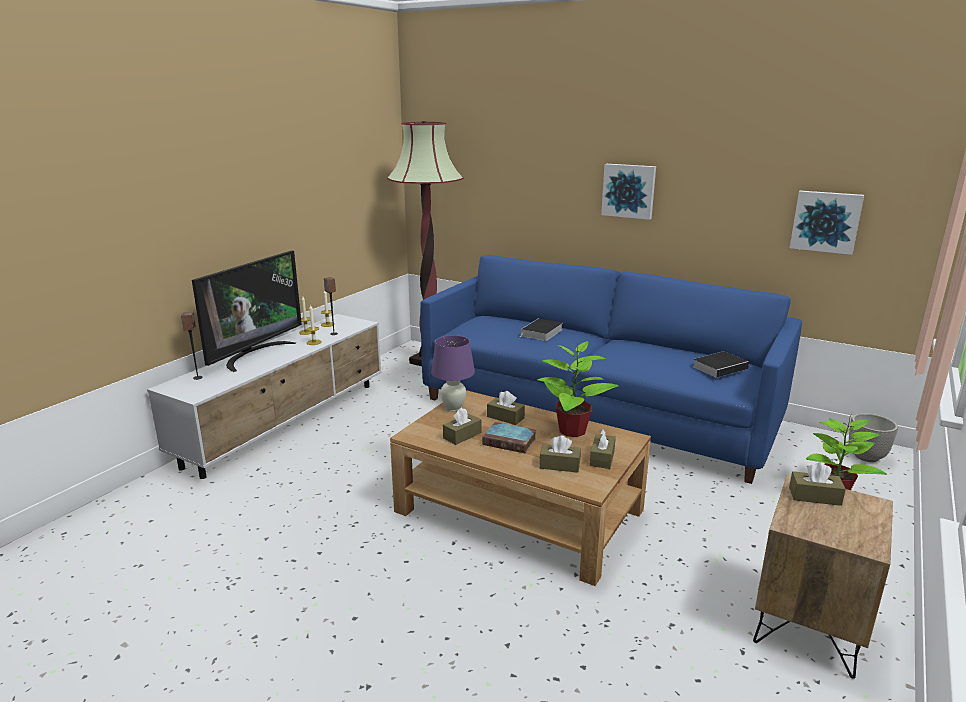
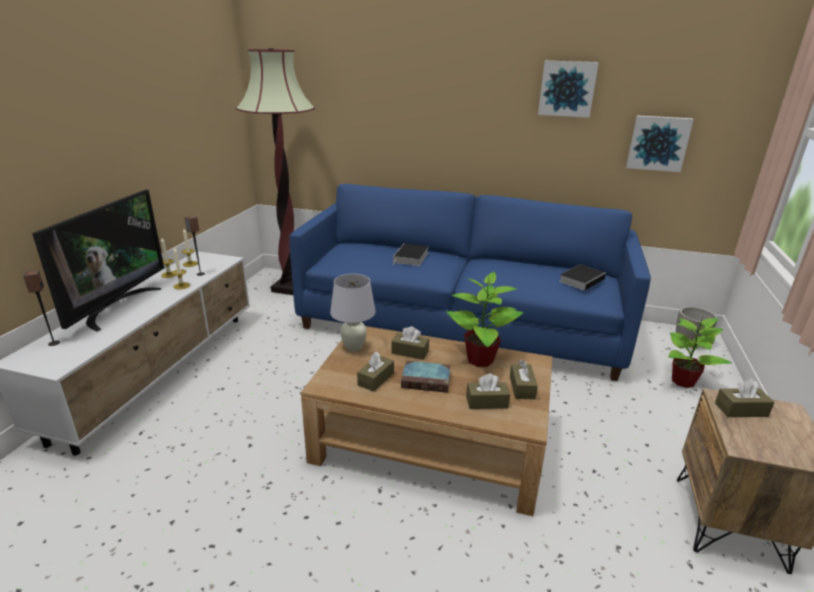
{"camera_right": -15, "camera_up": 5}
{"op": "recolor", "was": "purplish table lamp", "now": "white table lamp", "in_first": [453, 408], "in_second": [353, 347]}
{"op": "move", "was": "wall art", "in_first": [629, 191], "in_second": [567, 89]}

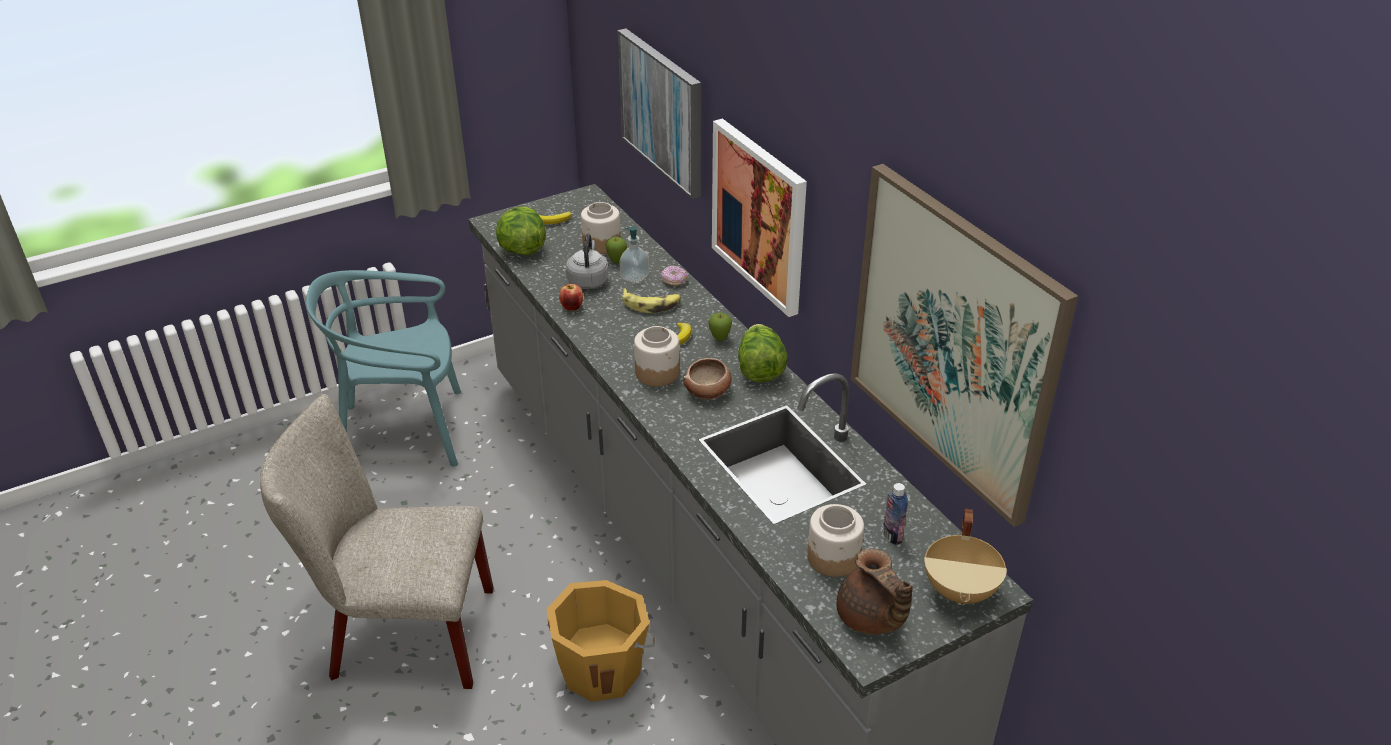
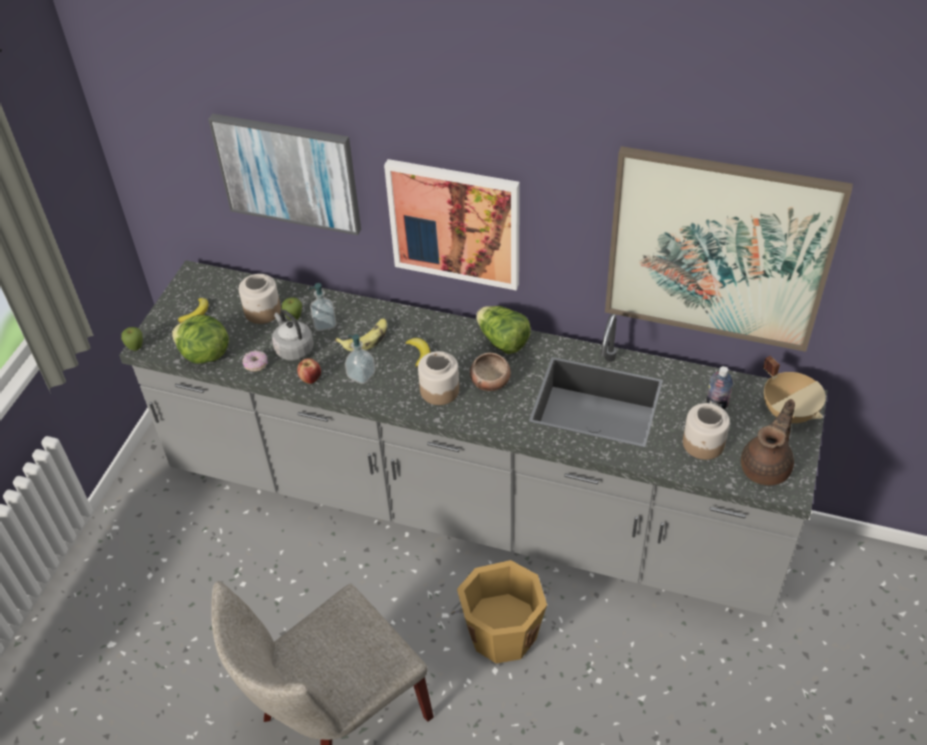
{"camera_right": -40, "camera_up": 10}
{"op": "move", "was": "apple fruit", "in_first": [720, 339], "in_second": [136, 348]}
{"op": "move", "was": "doughnut", "in_first": [674, 281], "in_second": [256, 365]}
{"op": "insert", "now": "soap bottle", "in_second": [361, 375]}
{"op": "rotate", "was": "brown-coloured tea pot", "in_first": [870, 618], "in_second": [767, 467], "clockwise": -75}
{"op": "delete", "was": "blue-green plain chair", "in_first": [404, 431]}

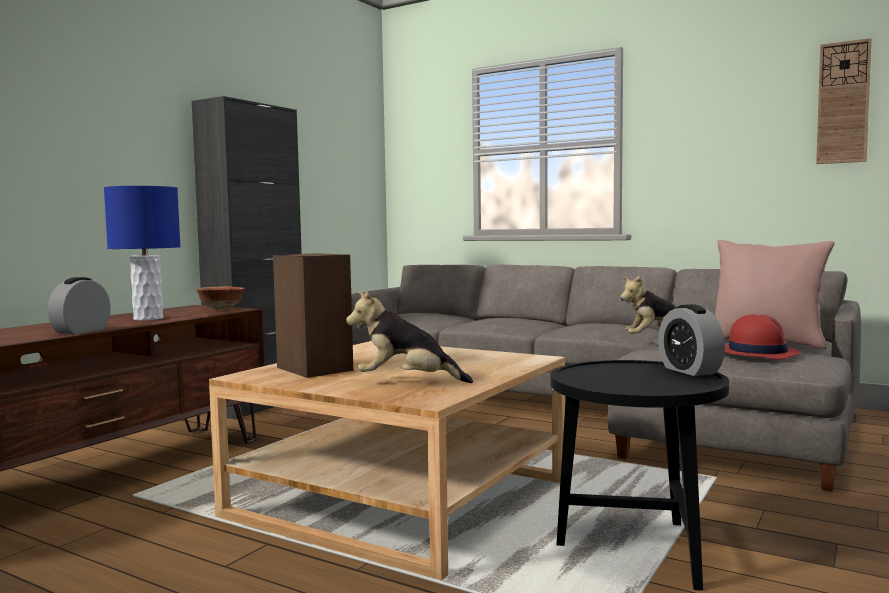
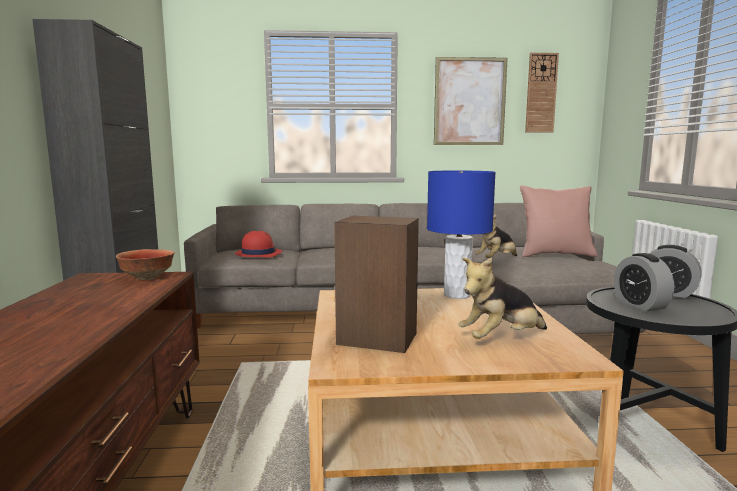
{"camera_right": -35, "camera_up": 5}
{"op": "move", "was": "reddish hat", "in_first": [757, 352], "in_second": [258, 253]}
{"op": "move", "was": "blue-coloured table lamp", "in_first": [148, 318], "in_second": [456, 295]}
{"op": "insert", "now": "wall art", "in_second": [470, 101]}
{"op": "move", "was": "alarm clock", "in_first": [81, 331], "in_second": [640, 304]}

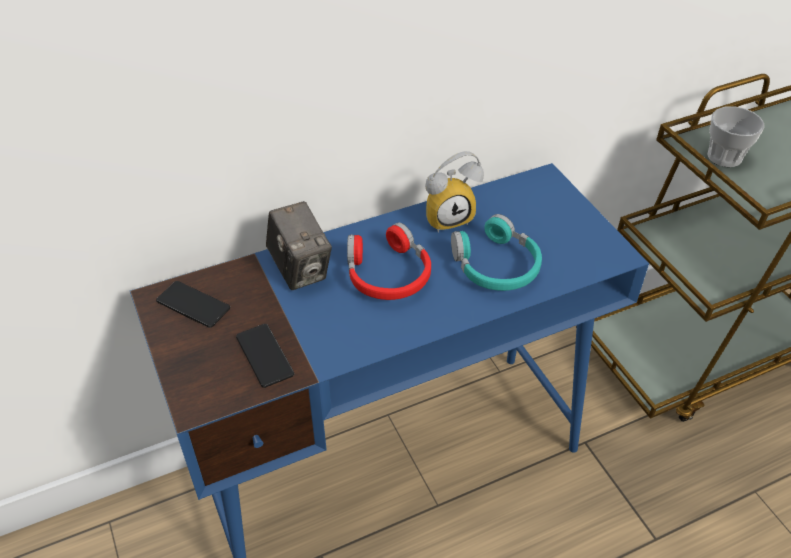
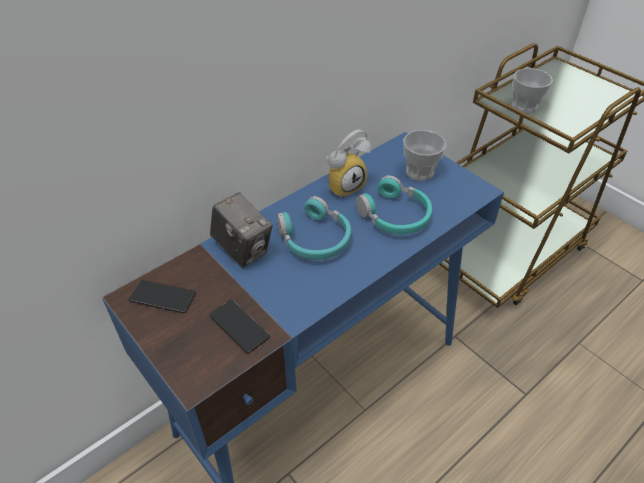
{"camera_right": -15, "camera_up": 0}
{"op": "recolor", "was": "reddish pair of headphones", "now": "blue-green pair of headphones", "in_first": [387, 274], "in_second": [314, 238]}
{"op": "insert", "now": "small cup", "in_second": [419, 172]}

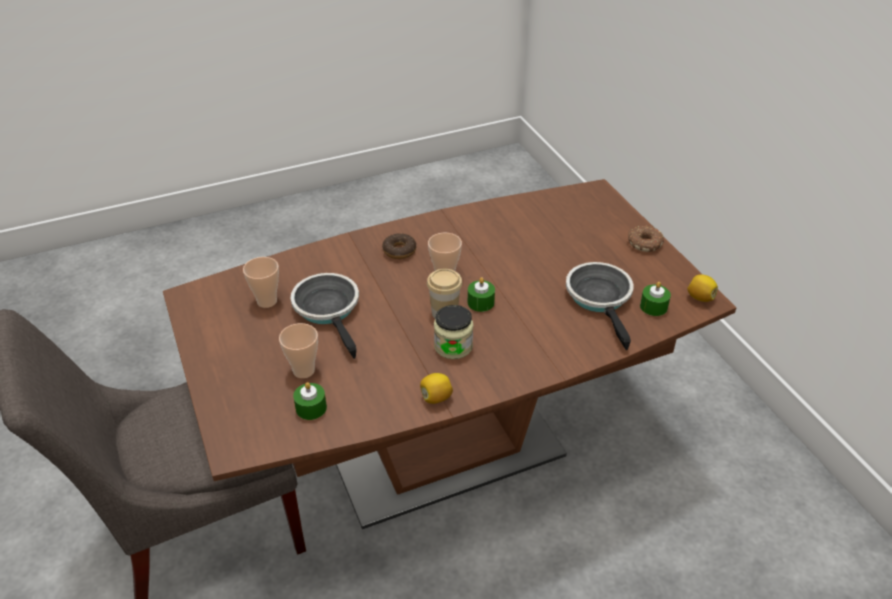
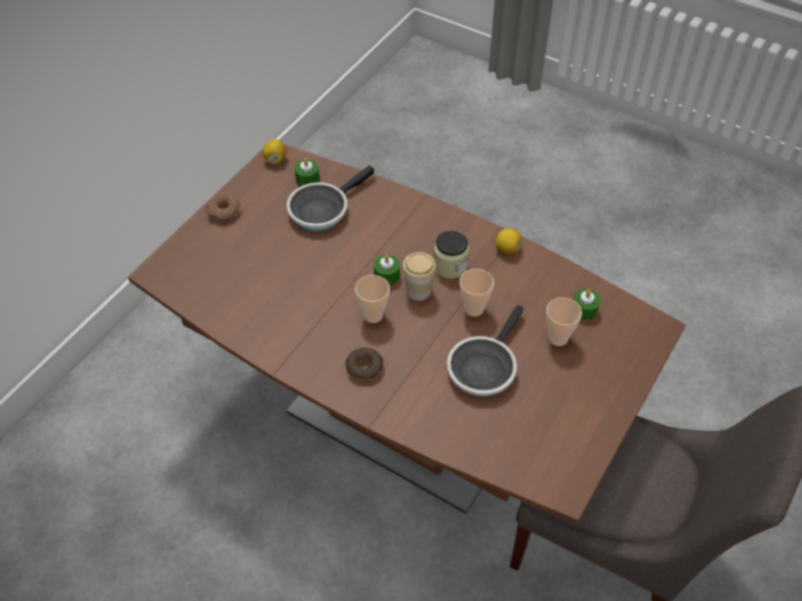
{"camera_right": -125, "camera_up": 10}
{"op": "move", "was": "small cup", "in_first": [267, 301], "in_second": [474, 309]}

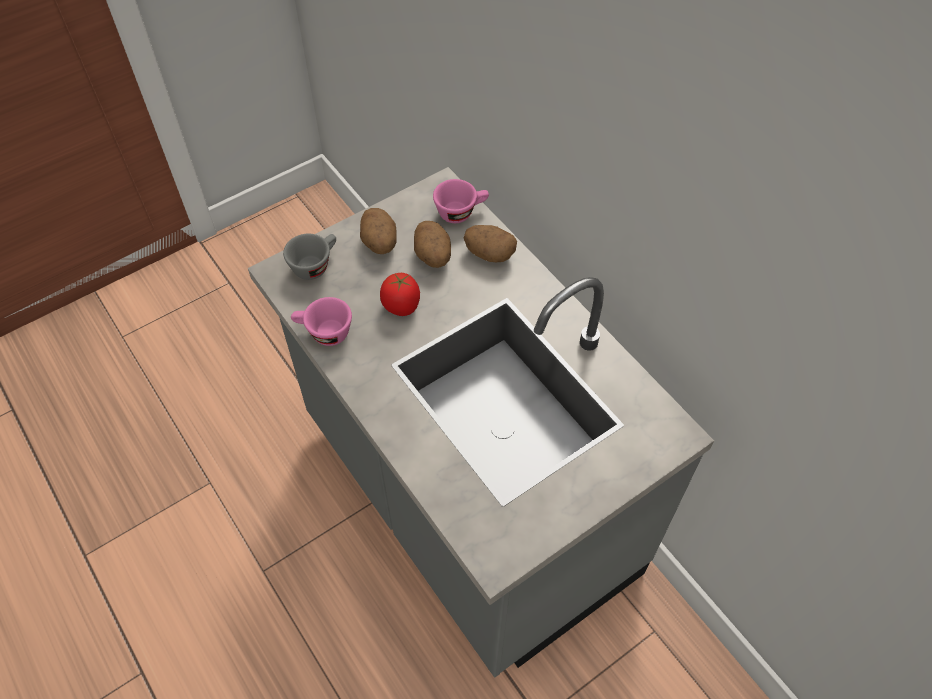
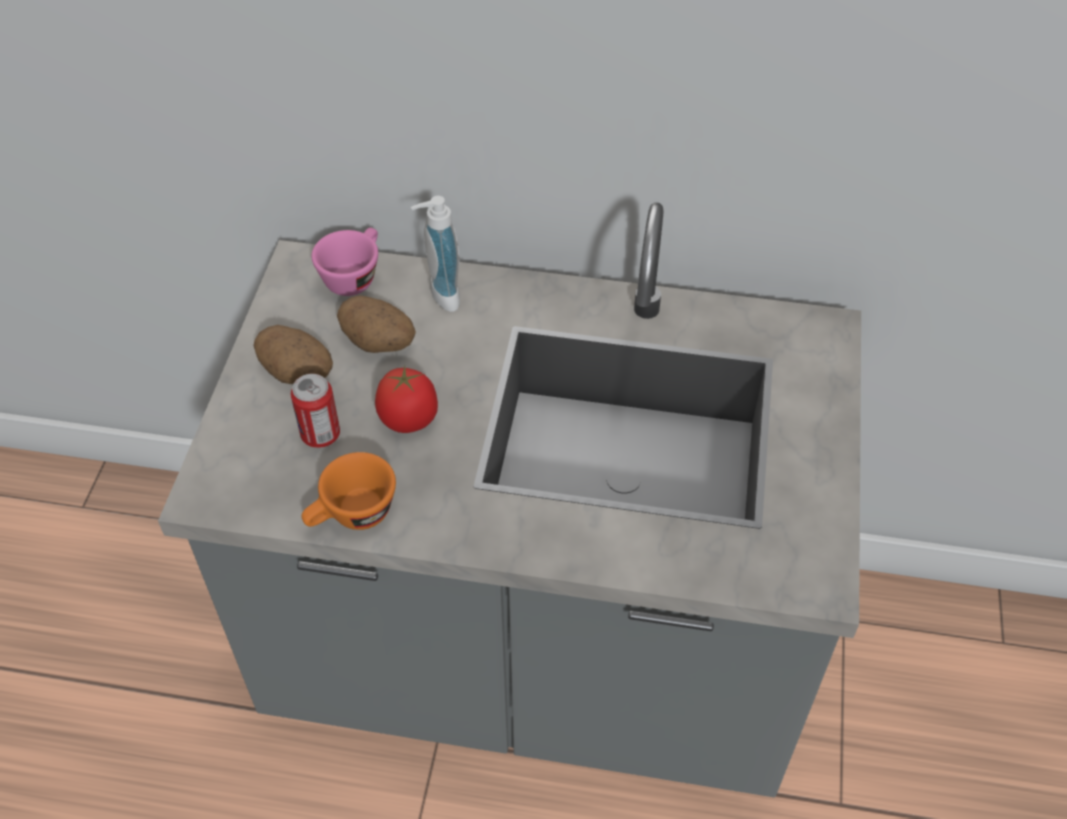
{"camera_right": -45, "camera_up": -5}
{"op": "insert", "now": "metal can", "in_second": [320, 434]}
{"op": "recolor", "was": "pinkish small cup", "now": "orange small cup", "in_first": [324, 333], "in_second": [352, 516]}
{"op": "replace", "was": "spud", "now": "soap bottle", "in_first": [489, 253], "in_second": [439, 296]}
{"op": "delete", "was": "gray small cup", "in_first": [315, 264]}

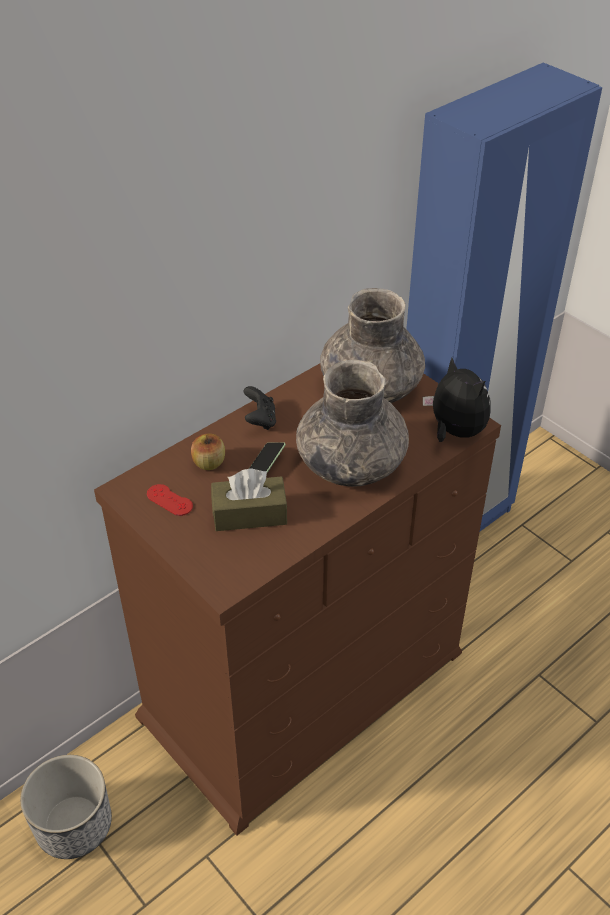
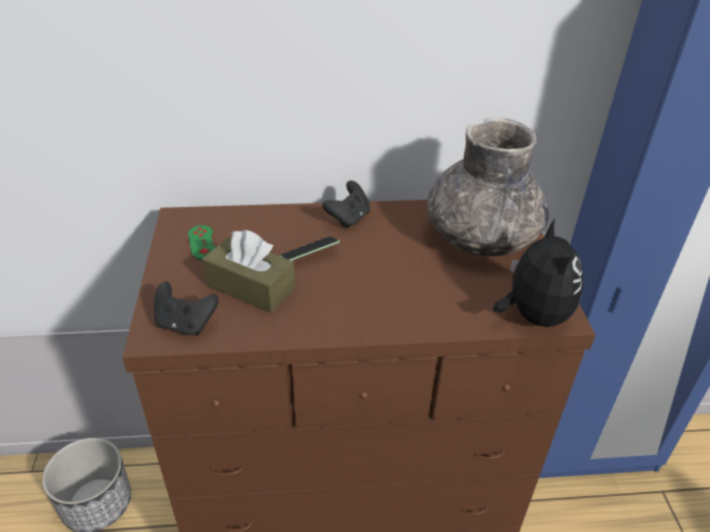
{"camera_right": 35, "camera_up": -5}
{"op": "insert", "now": "black game controller", "in_second": [185, 324]}
{"op": "recolor", "was": "reddish game controller", "now": "green-coloured game controller", "in_first": [169, 500], "in_second": [202, 242]}
{"op": "delete", "was": "apple fruit", "in_first": [209, 463]}
{"op": "delete", "was": "gray decorative vase", "in_first": [350, 463]}

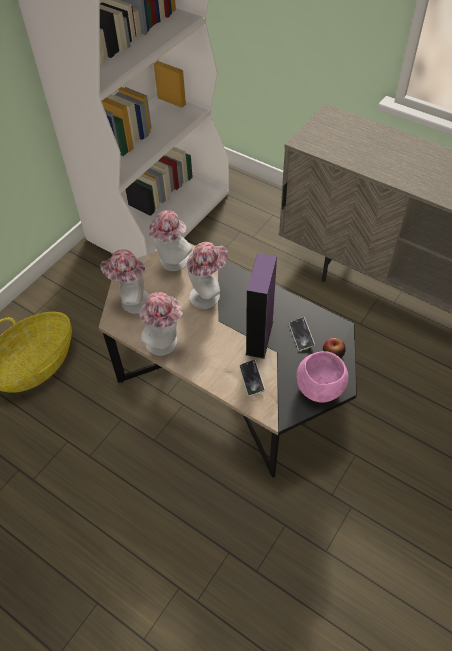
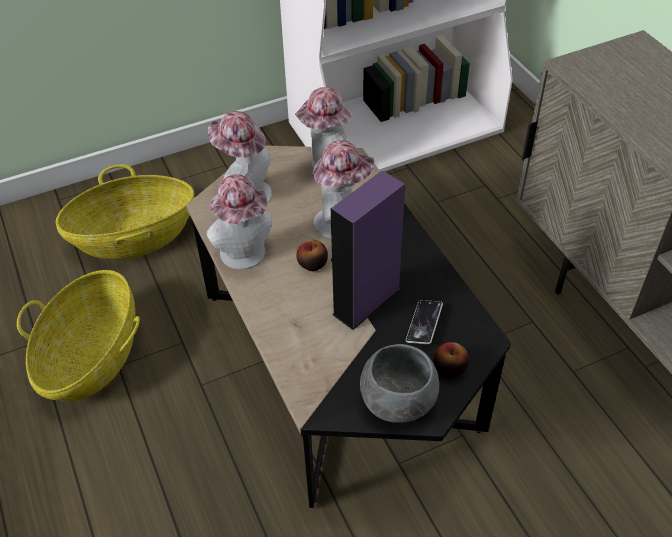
{"camera_right": 30, "camera_up": -5}
{"op": "insert", "now": "storage basket", "in_second": [92, 357]}
{"op": "insert", "now": "apple fruit", "in_second": [312, 264]}
{"op": "recolor", "was": "pinkish bowl", "now": "gray bowl", "in_first": [319, 388], "in_second": [397, 402]}
{"op": "delete", "was": "handset", "in_first": [251, 379]}

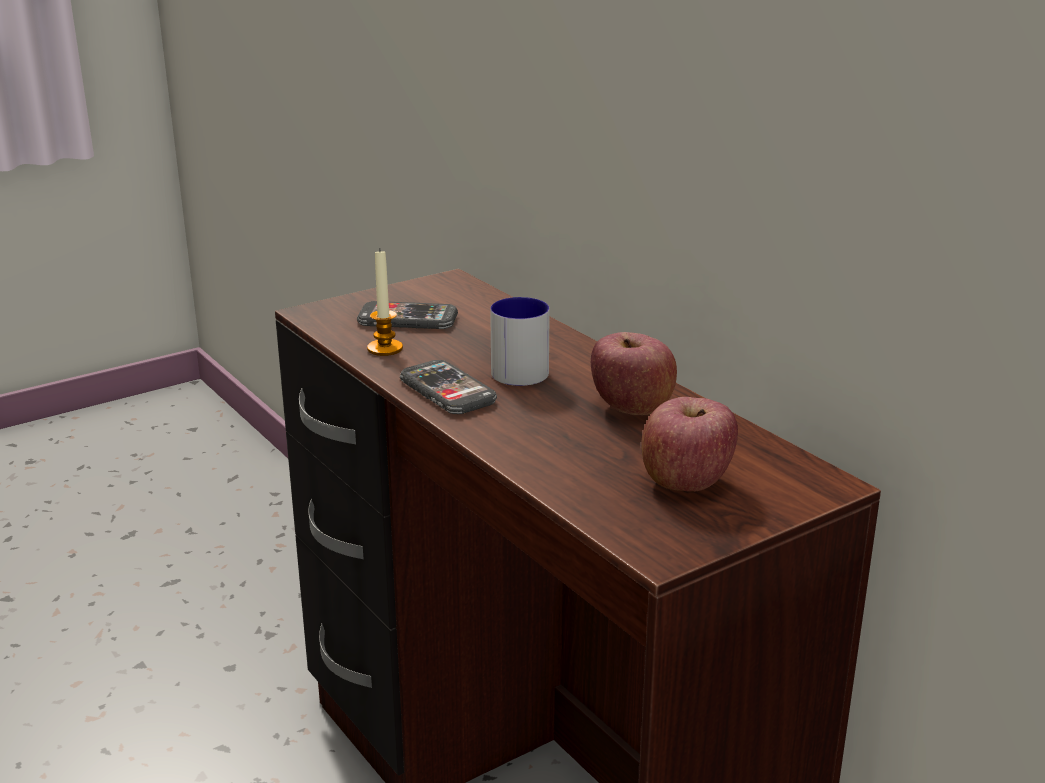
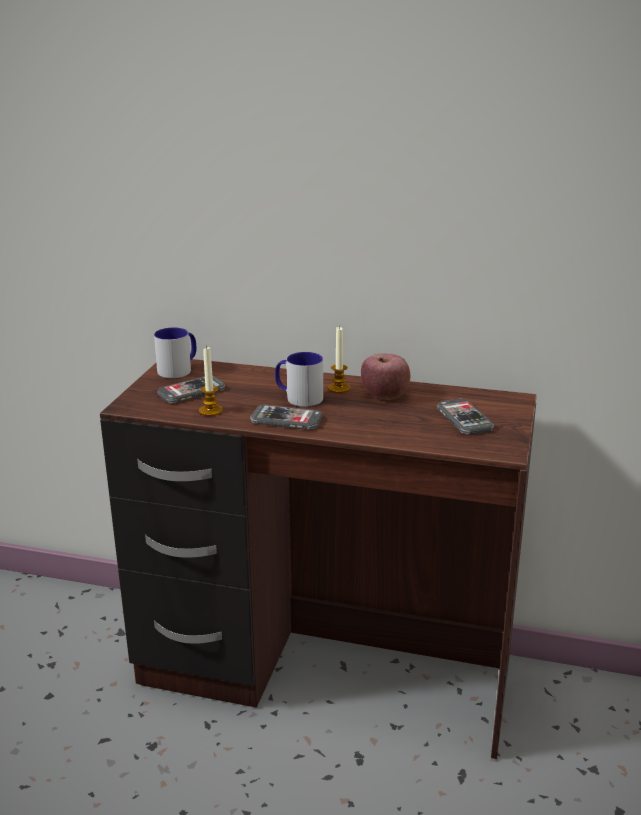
{"camera_right": -40, "camera_up": 0}
{"op": "insert", "now": "coffee mug", "in_second": [179, 369]}
{"op": "insert", "now": "wax light", "in_second": [339, 388]}
{"op": "replace", "was": "apple fruit", "now": "handset", "in_first": [686, 481], "in_second": [464, 419]}

